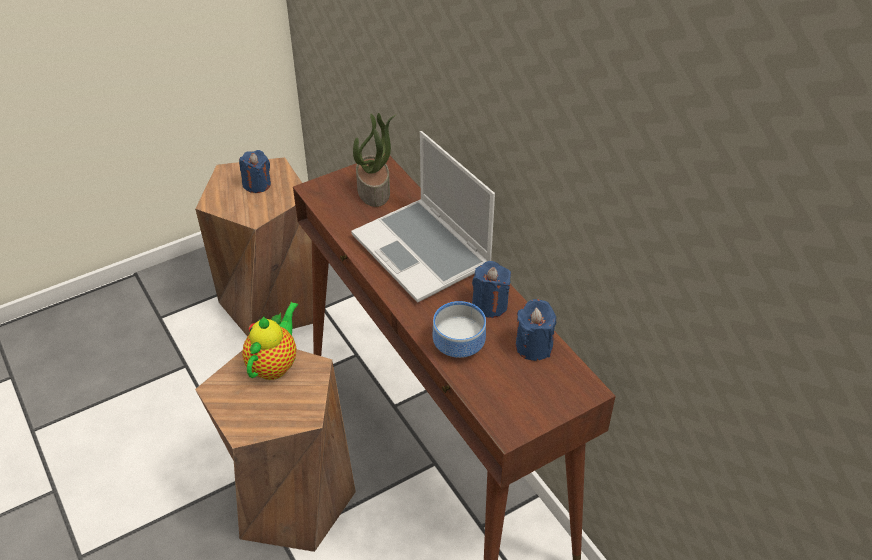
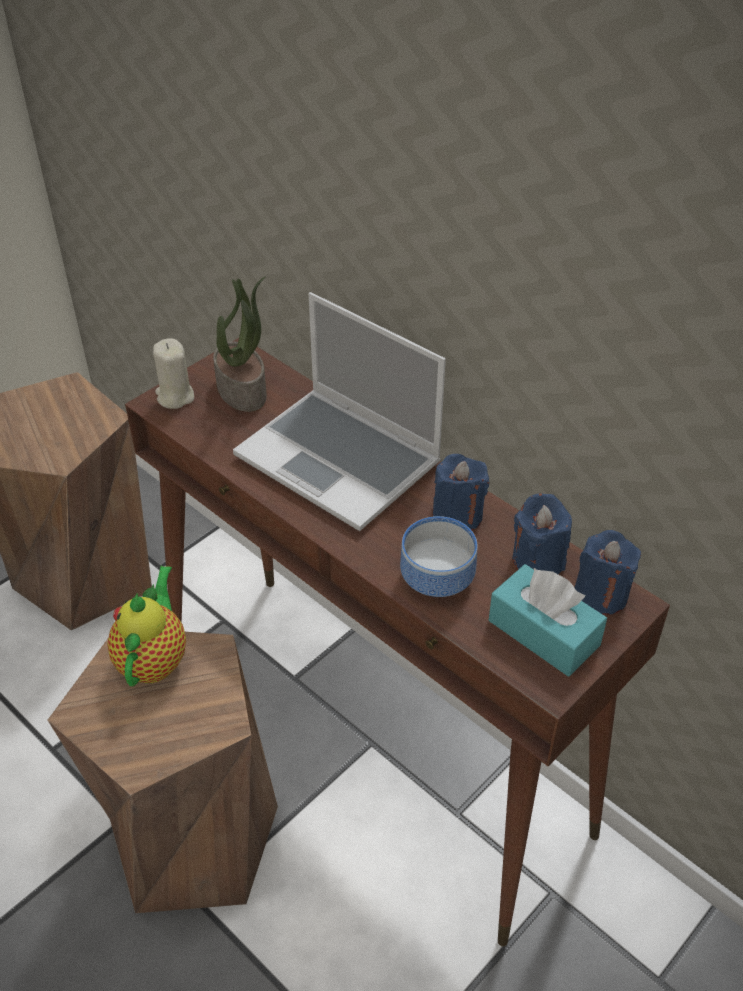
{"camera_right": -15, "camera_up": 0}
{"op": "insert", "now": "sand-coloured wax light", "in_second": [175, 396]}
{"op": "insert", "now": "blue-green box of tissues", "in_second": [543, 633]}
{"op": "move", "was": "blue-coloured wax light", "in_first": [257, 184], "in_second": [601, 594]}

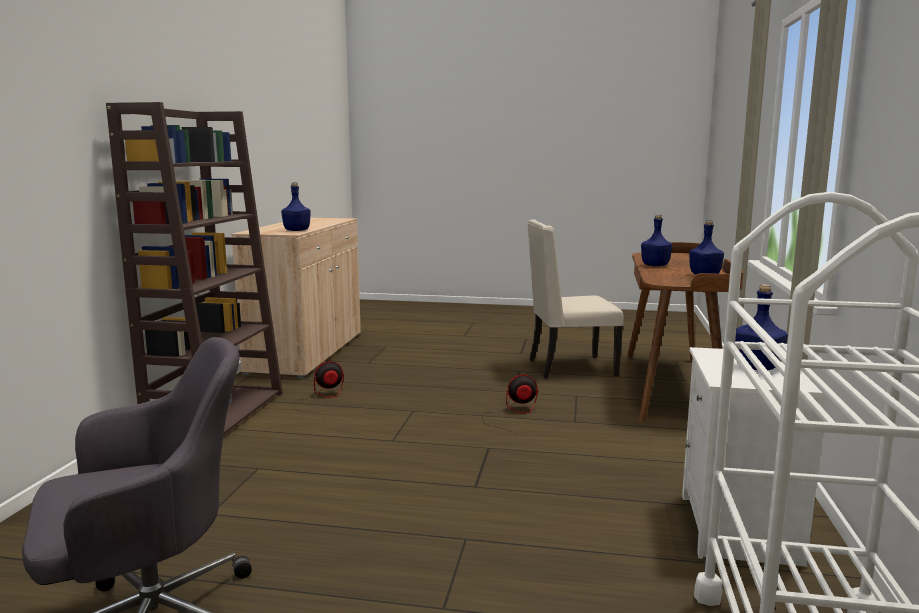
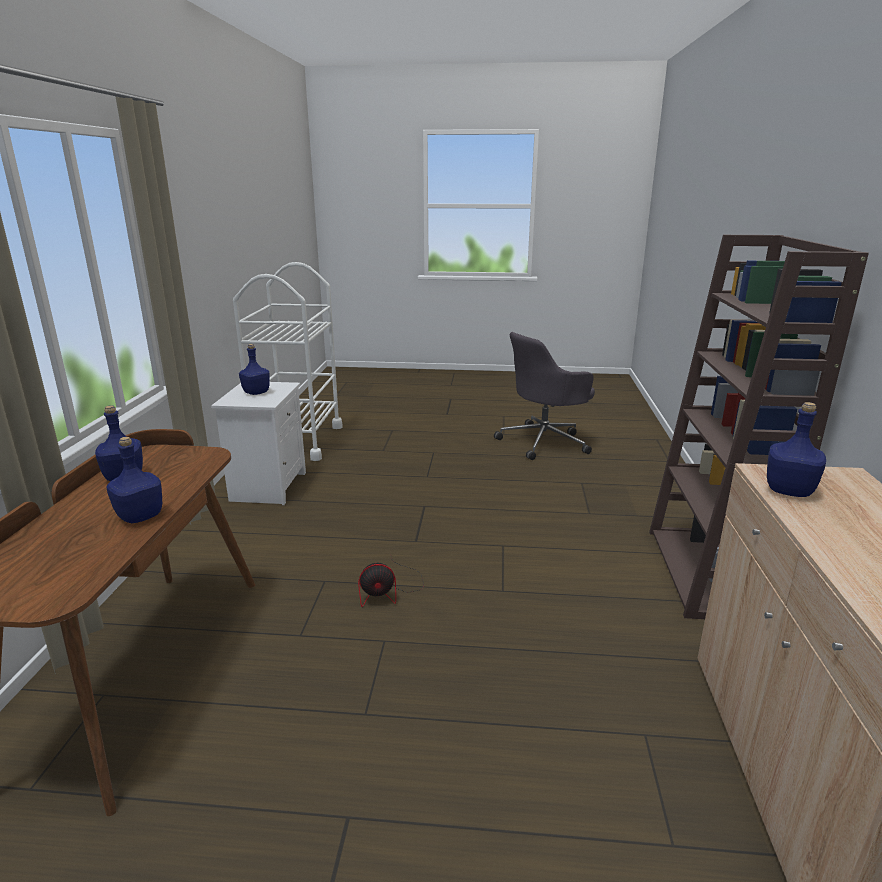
{"camera_right": 175, "camera_up": 10}
{"op": "delete", "was": "electric fan", "in_first": [321, 398]}
{"op": "delete", "was": "sand-coloured plain chair", "in_first": [569, 368]}

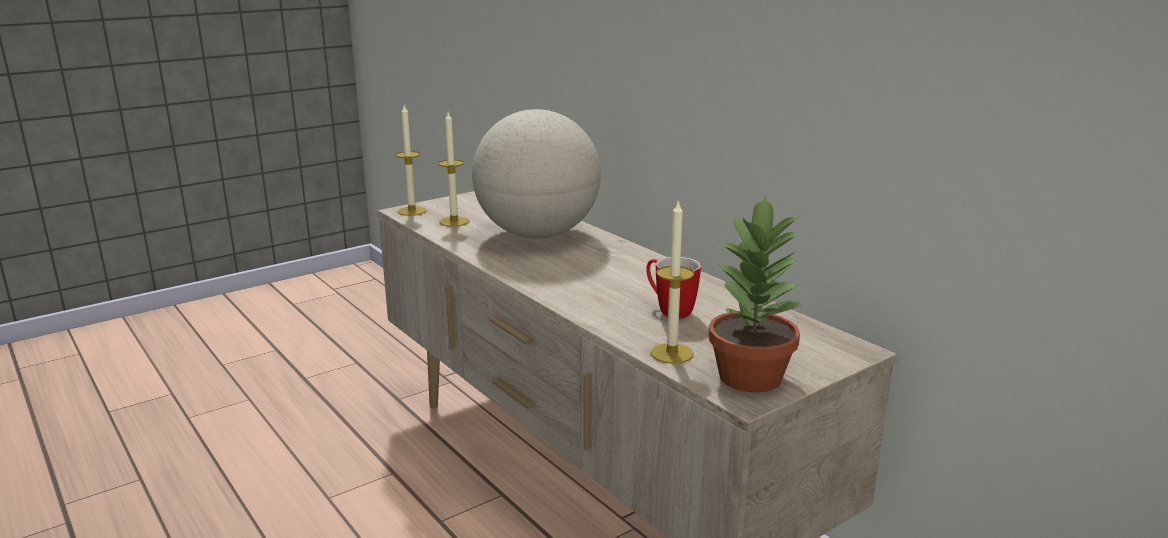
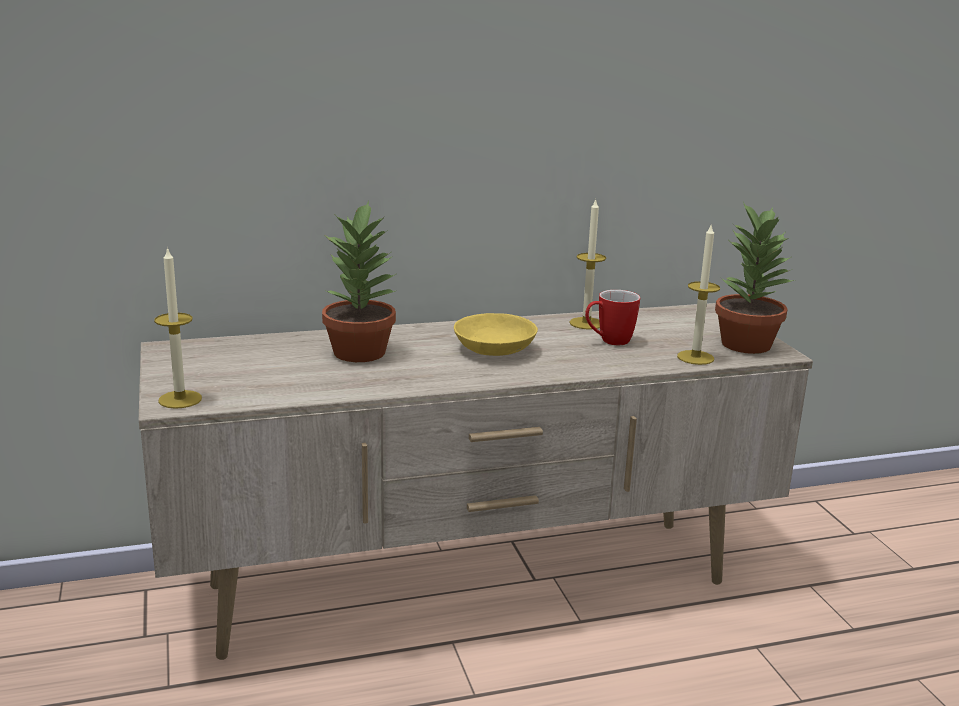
{"camera_right": -70, "camera_up": 0}
{"op": "replace", "was": "desk globe", "now": "houseplant", "in_first": [538, 235], "in_second": [361, 352]}
{"op": "insert", "now": "yellow-coloured bowl", "in_second": [493, 349]}
{"op": "move", "was": "wax light", "in_first": [454, 221], "in_second": [586, 323]}

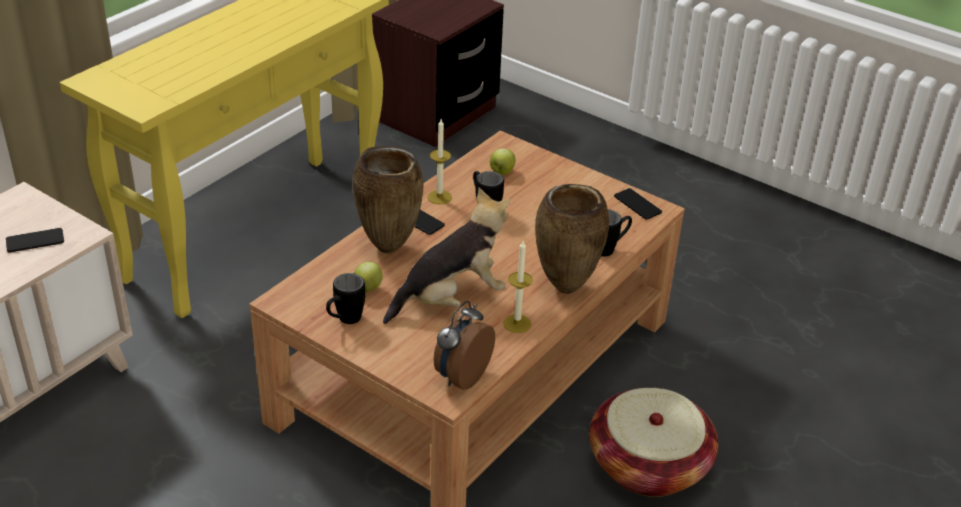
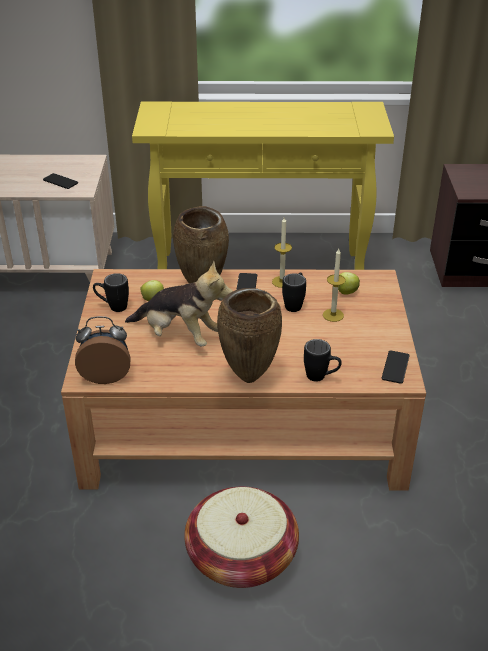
{"camera_right": 55, "camera_up": 0}
{"op": "move", "was": "wax light", "in_first": [517, 323], "in_second": [333, 315]}

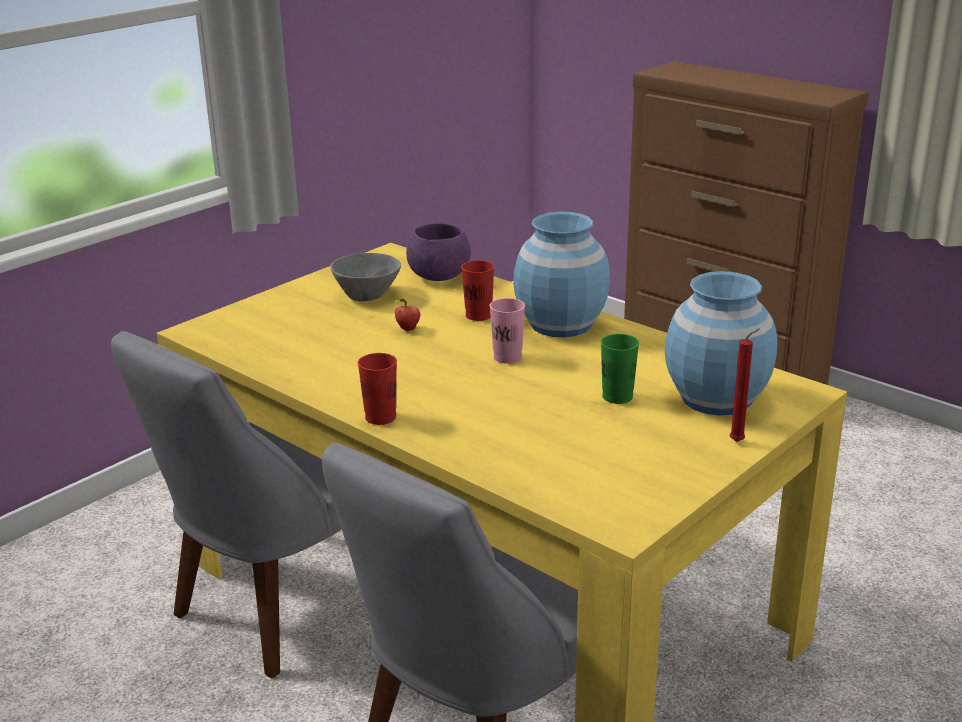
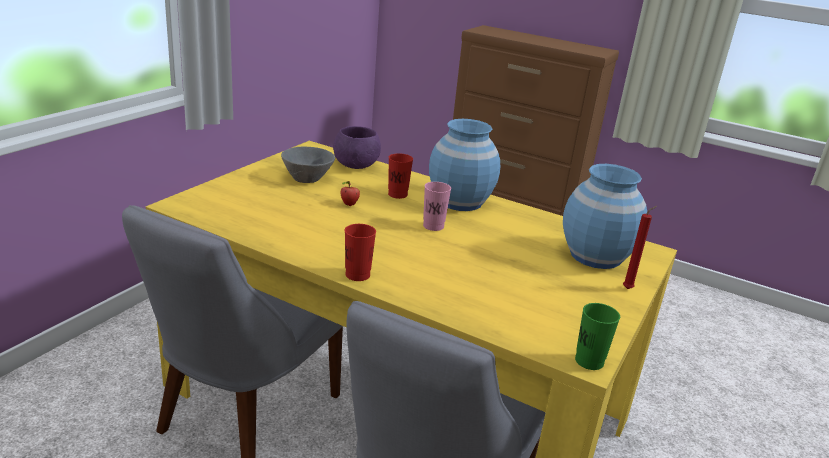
{"camera_right": -15, "camera_up": 0}
{"op": "move", "was": "green-coloured small cup", "in_first": [617, 397], "in_second": [589, 361]}

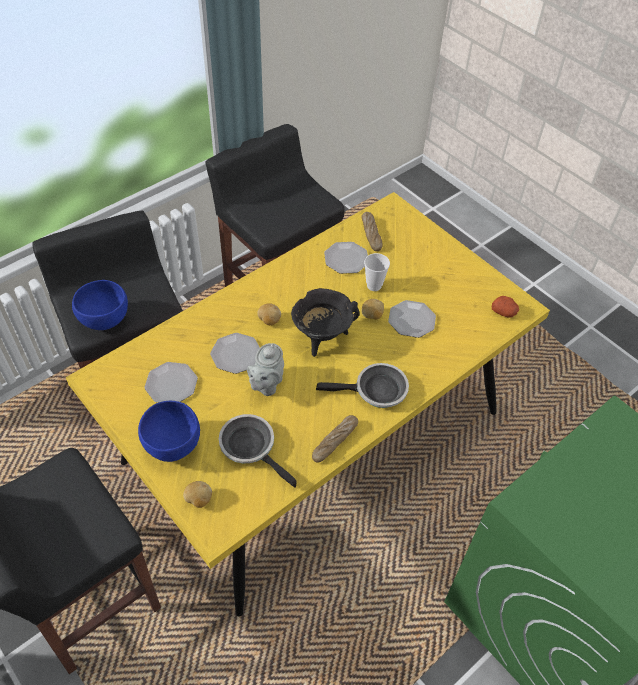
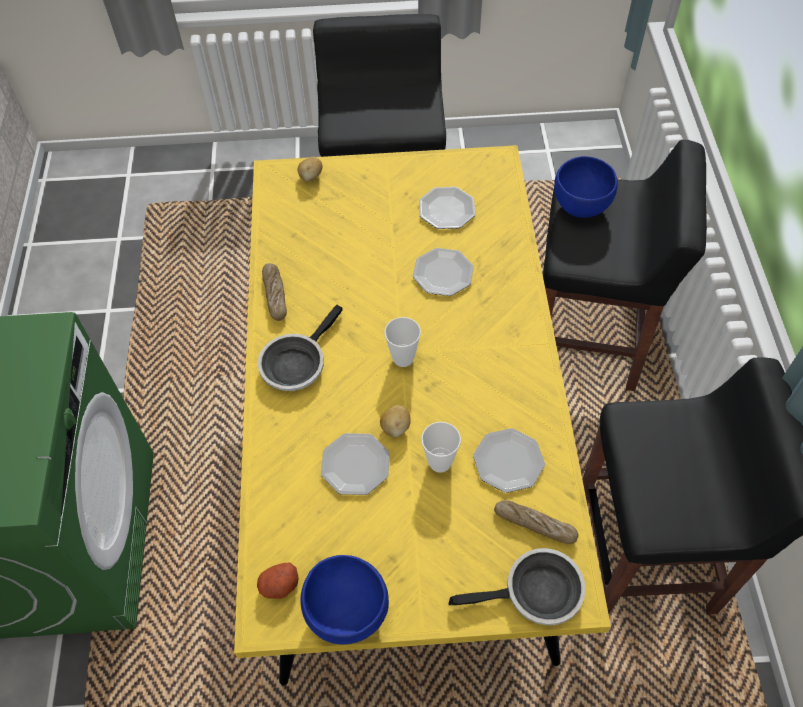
{"camera_right": 130, "camera_up": 5}
{"op": "move", "was": "blue-coloured bowl", "in_first": [173, 446], "in_second": [346, 612]}
{"op": "replace", "was": "black cooking pot", "now": "small cup", "in_first": [322, 338], "in_second": [403, 358]}
{"op": "move", "was": "pan", "in_first": [251, 447], "in_second": [536, 593]}
{"op": "delete", "was": "gray tea pot", "in_first": [266, 384]}
{"op": "delete", "was": "spud", "in_first": [269, 320]}

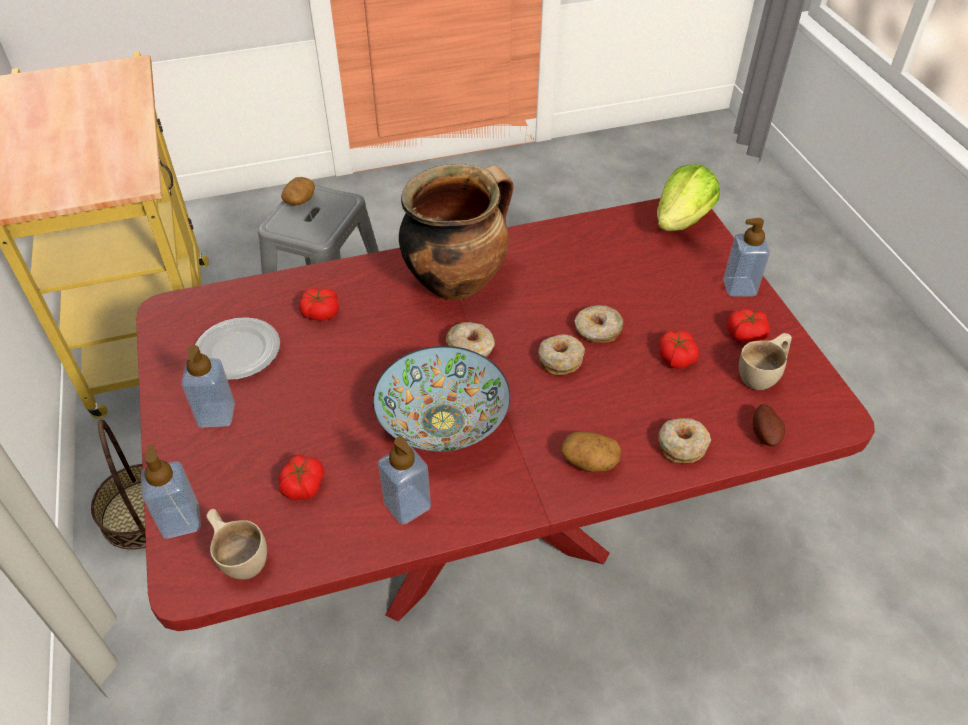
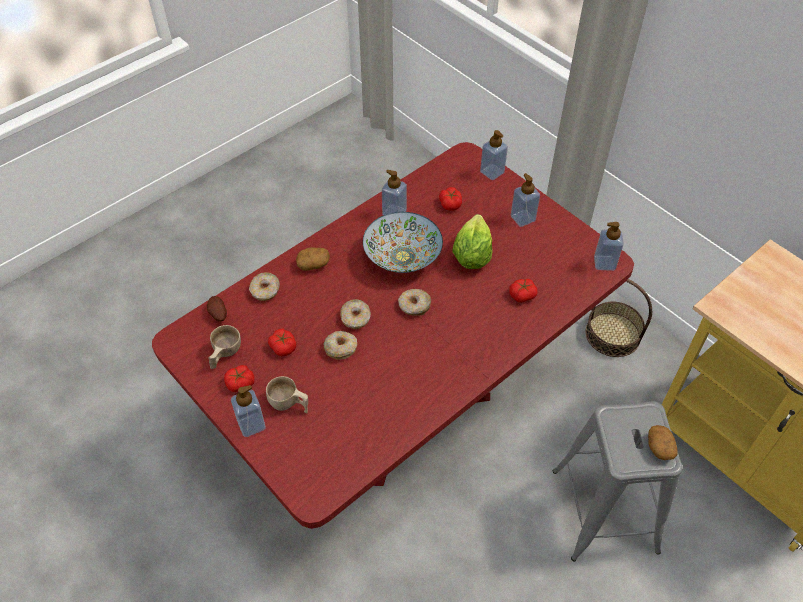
{"camera_right": 155, "camera_up": 5}
{"op": "move", "was": "sand-coloured small cup", "in_first": [240, 555], "in_second": [289, 404]}
{"op": "move", "was": "head of lettuce", "in_first": [682, 220], "in_second": [471, 256]}
{"op": "insert", "now": "soap bottle", "in_second": [604, 263]}
{"op": "delete", "was": "dinner plate", "in_first": [237, 351]}
{"op": "delete", "was": "cooking pot", "in_first": [457, 281]}

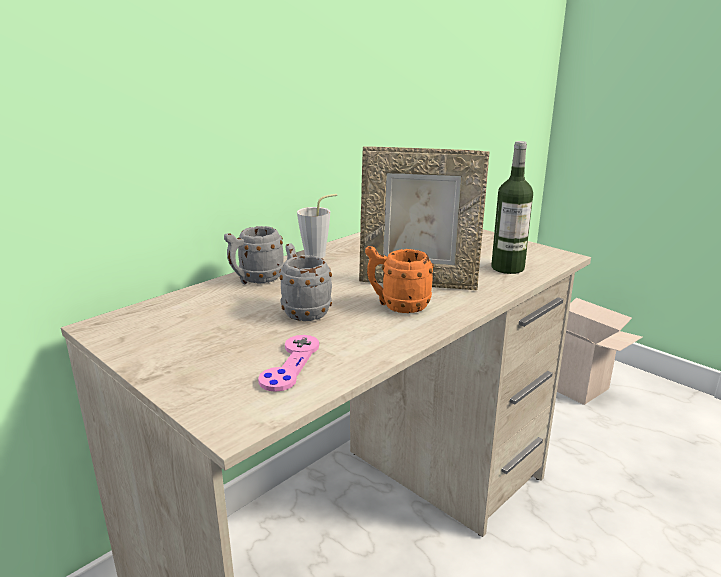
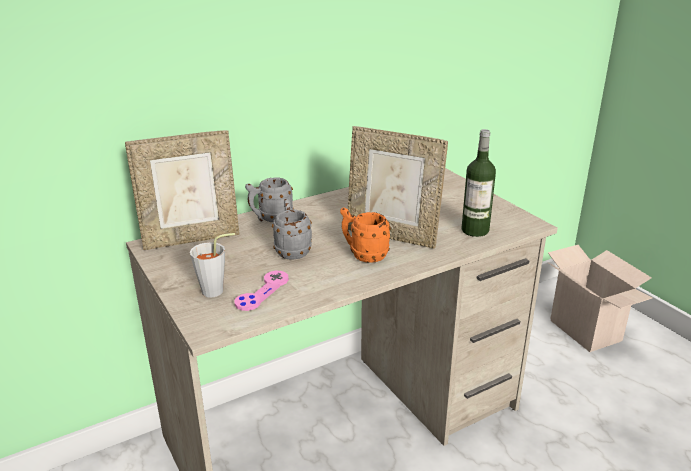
{"camera_right": 15, "camera_up": 5}
{"op": "insert", "now": "photo frame", "in_second": [191, 239]}
{"op": "move", "was": "gray small cup", "in_first": [319, 254], "in_second": [217, 291]}

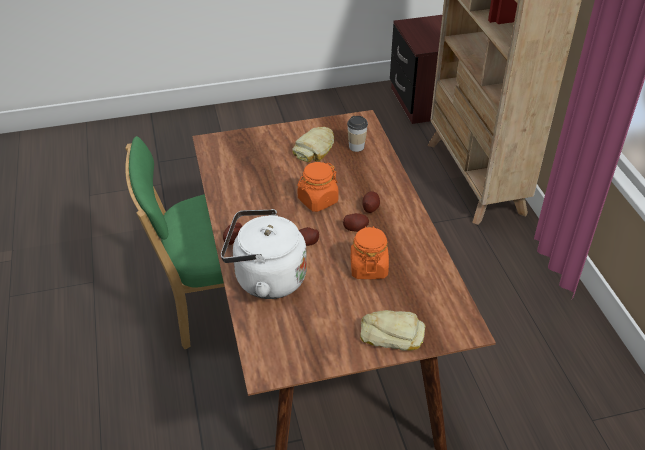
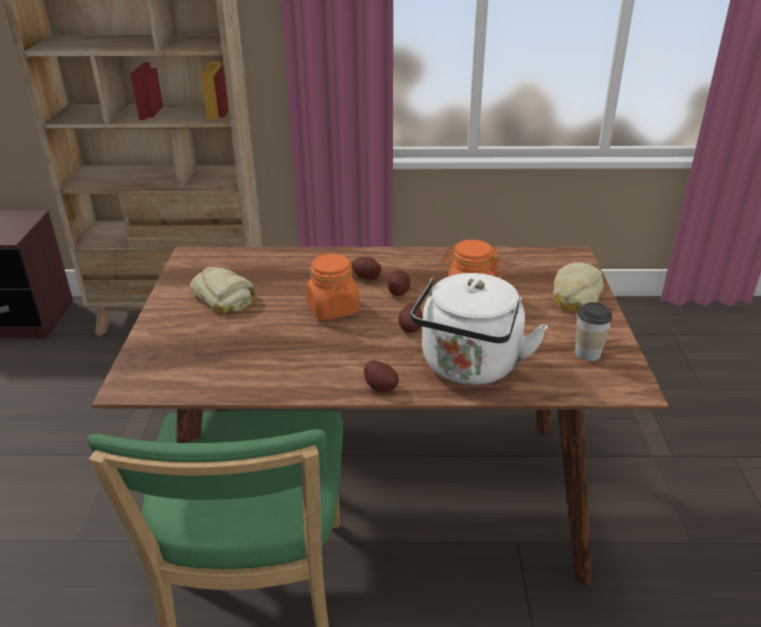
{"camera_right": -75, "camera_up": -10}
{"op": "move", "was": "small cup", "in_first": [356, 147], "in_second": [587, 353]}

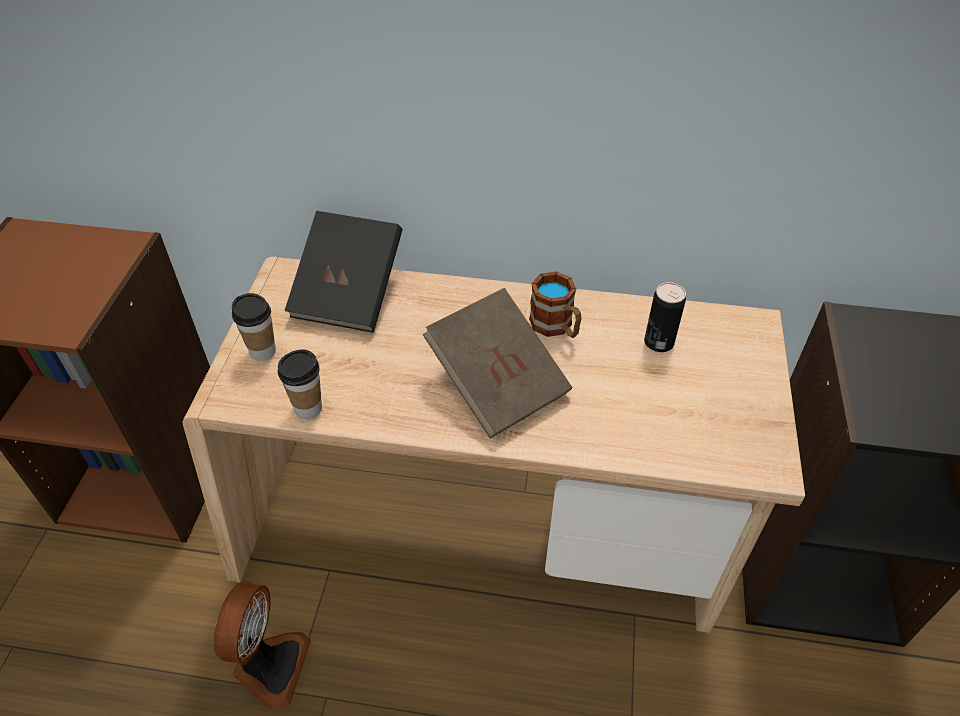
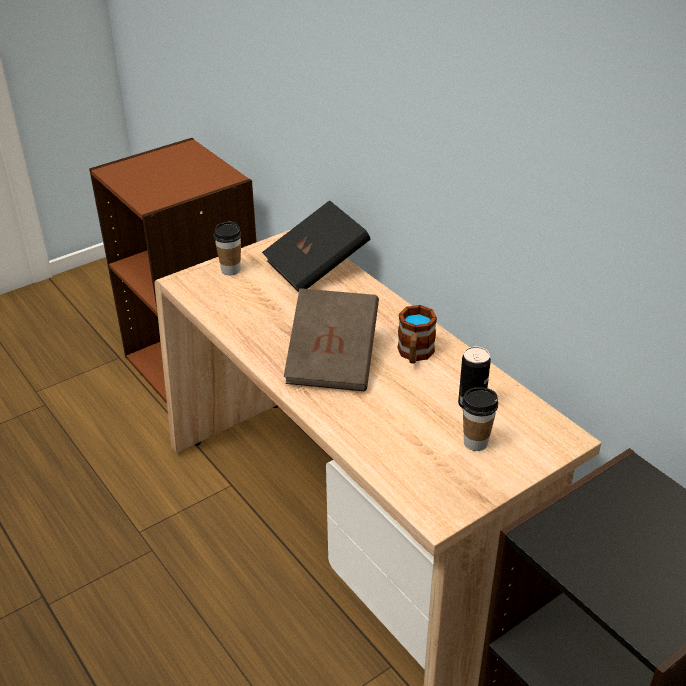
{"camera_right": 45, "camera_up": -10}
{"op": "move", "was": "small cup", "in_first": [308, 408], "in_second": [475, 442]}
{"op": "delete", "was": "electric fan", "in_first": [269, 666]}

